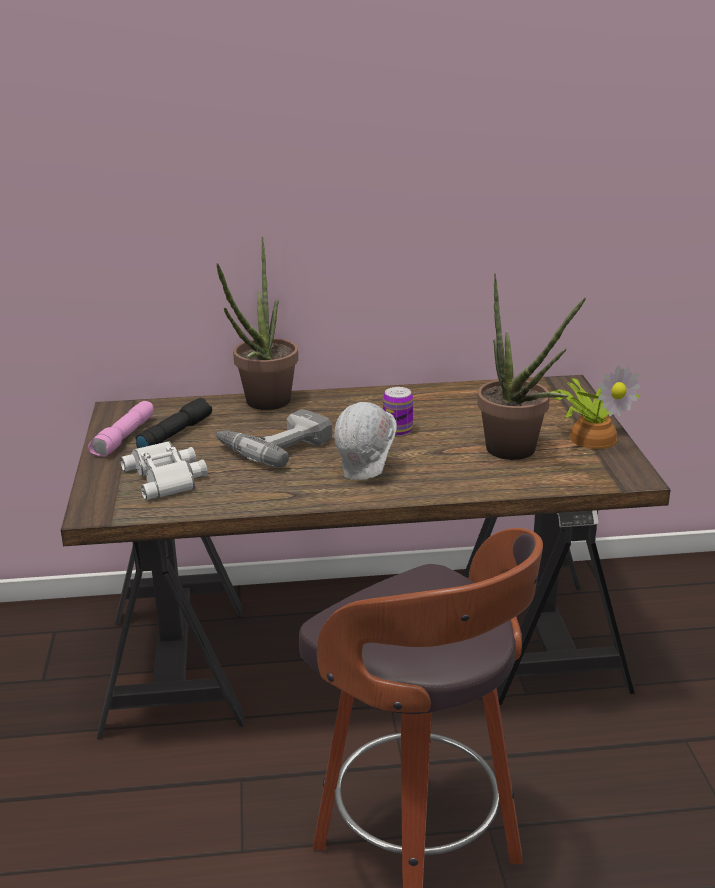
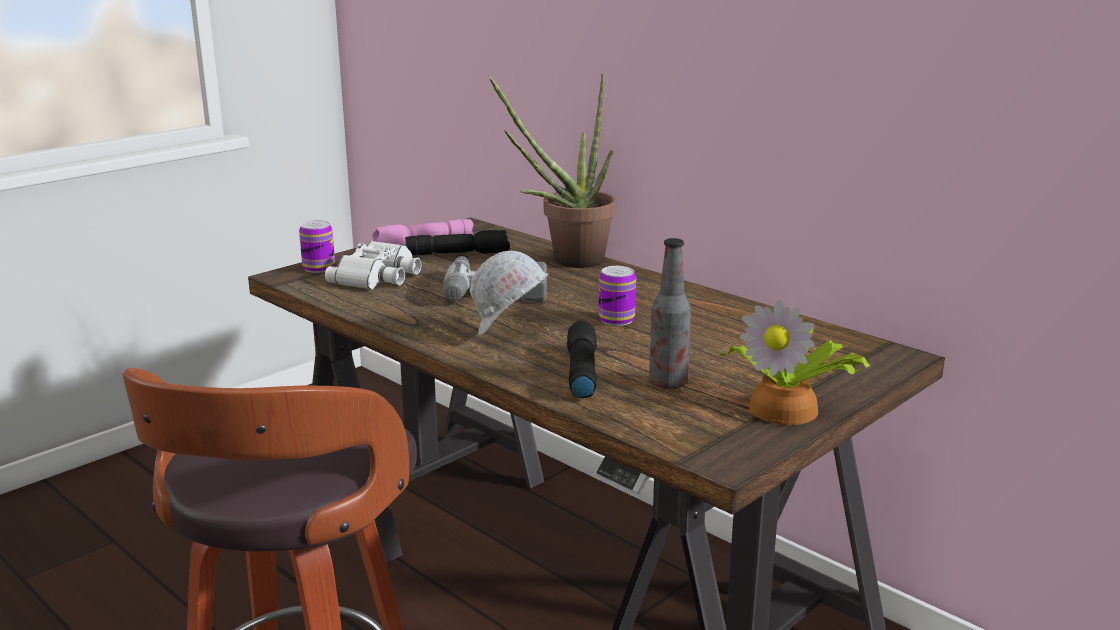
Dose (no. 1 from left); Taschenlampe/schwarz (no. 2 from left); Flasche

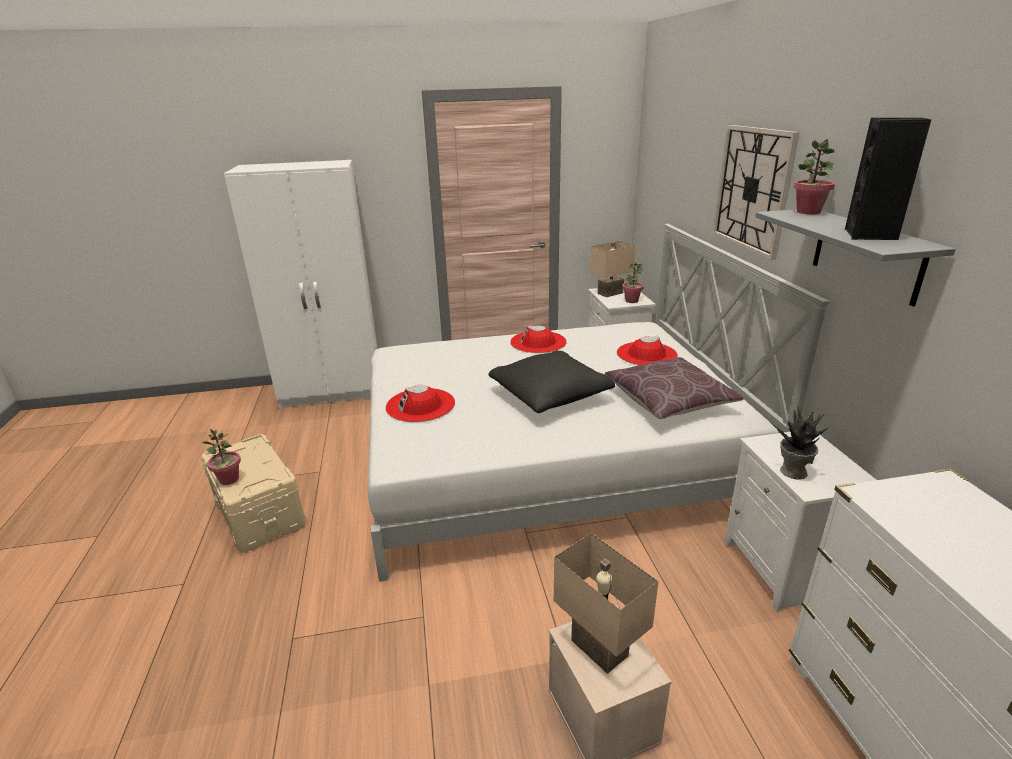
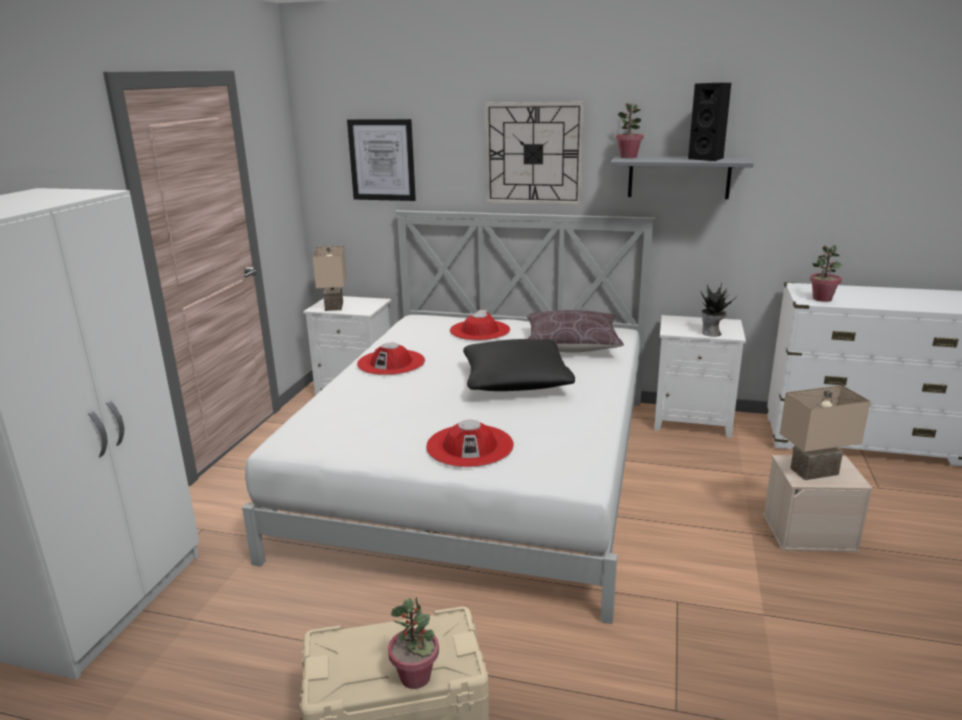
Bild; Topfpflanze (no. 4 from left)

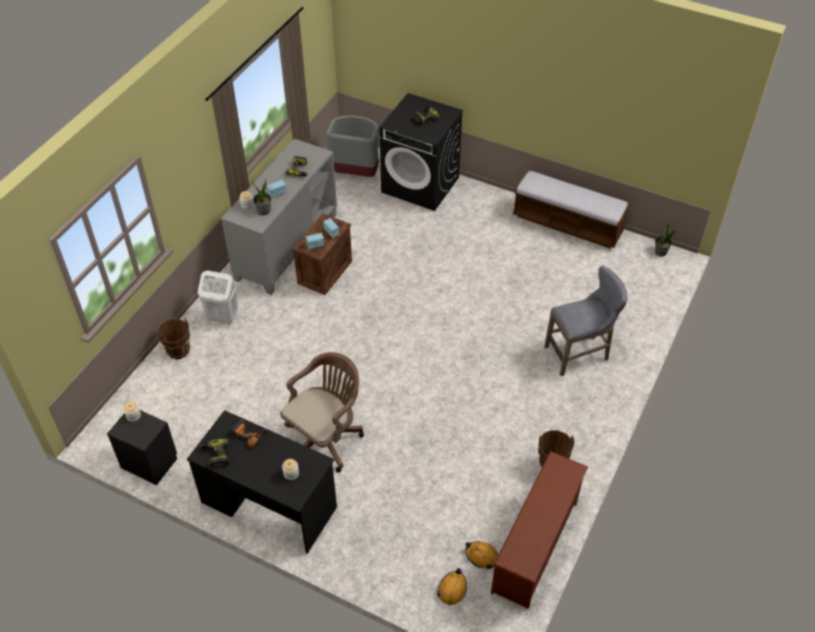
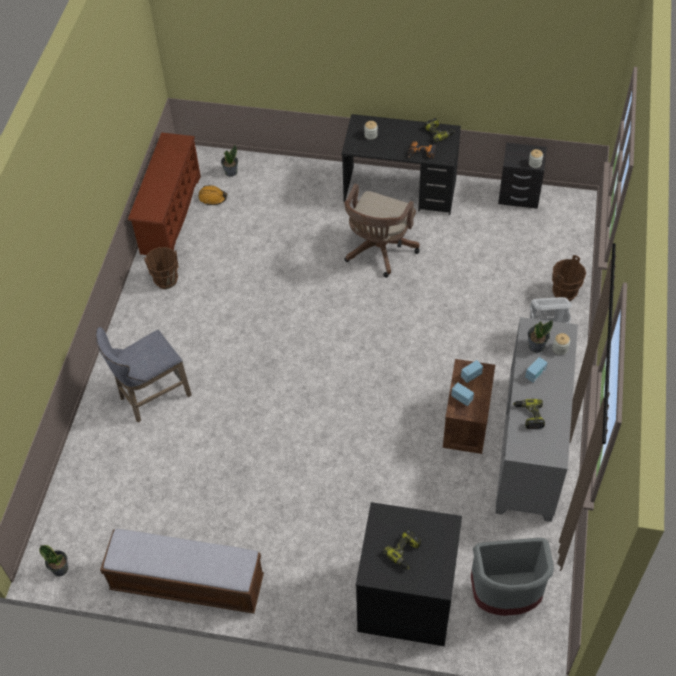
Topfpflanze (no. 2 from left)

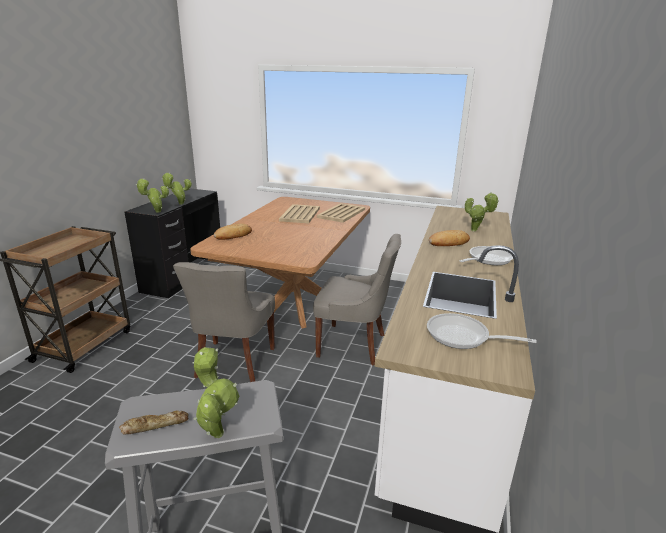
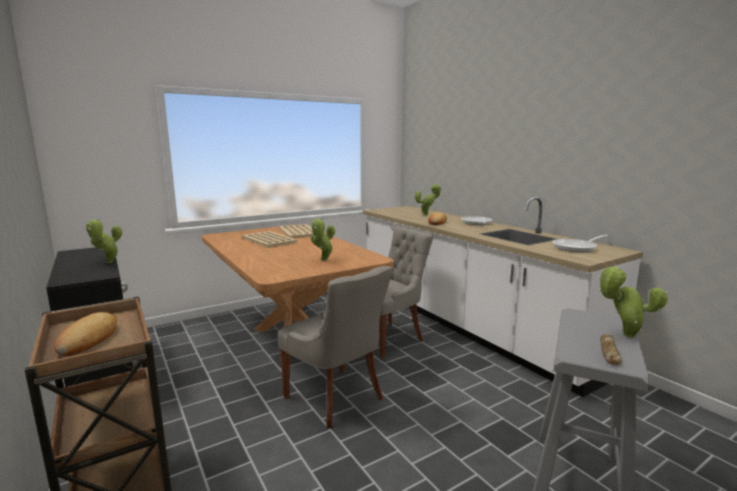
Brot (no. 1 from left); Topfpflanze (no. 2 from left)

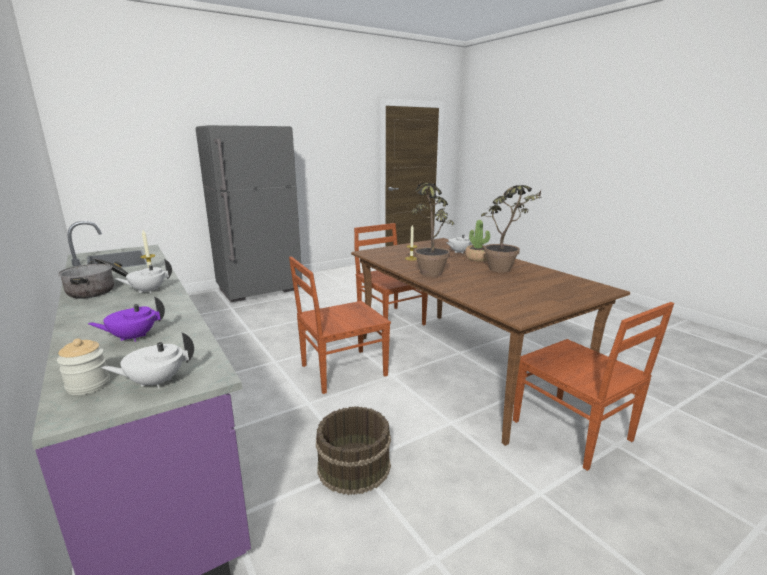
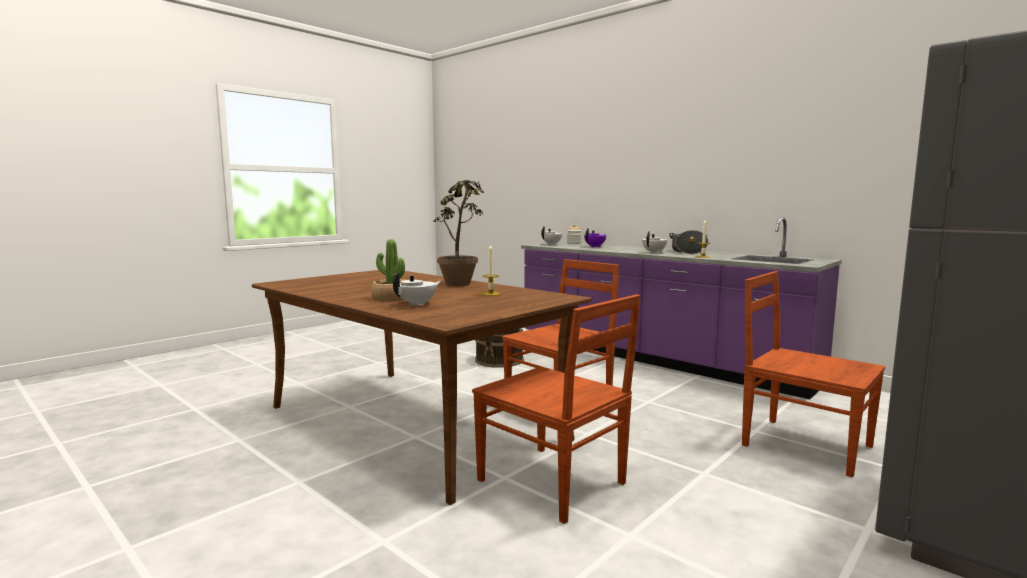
Stuhl/braun (no. 3 from left); Topfpflanze (no. 3 from left in the first image)

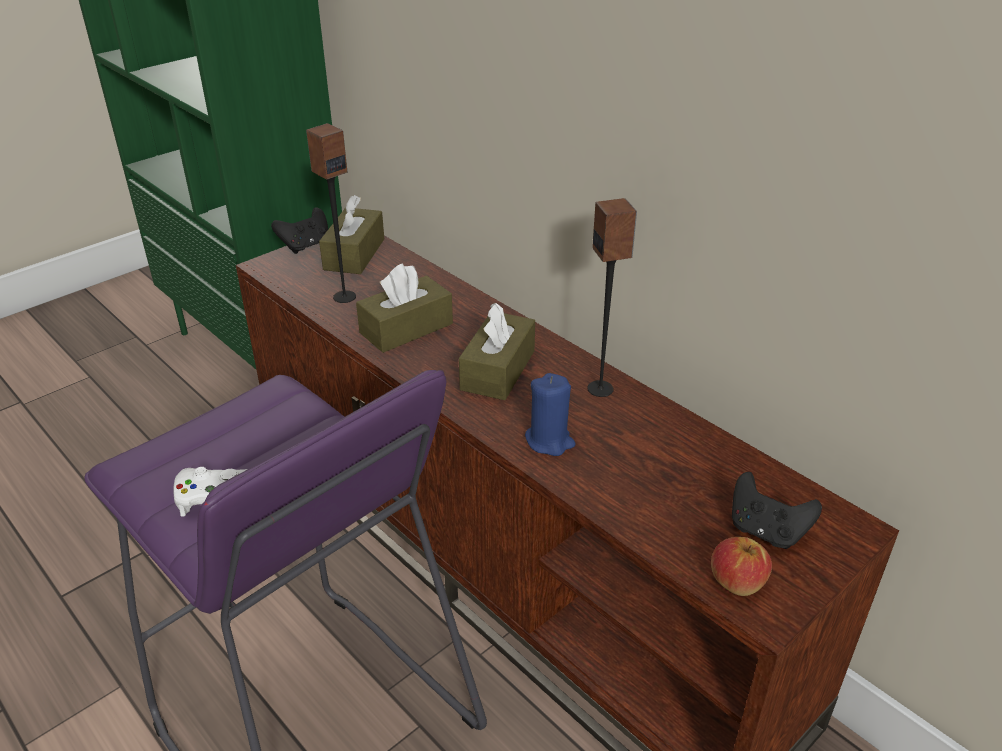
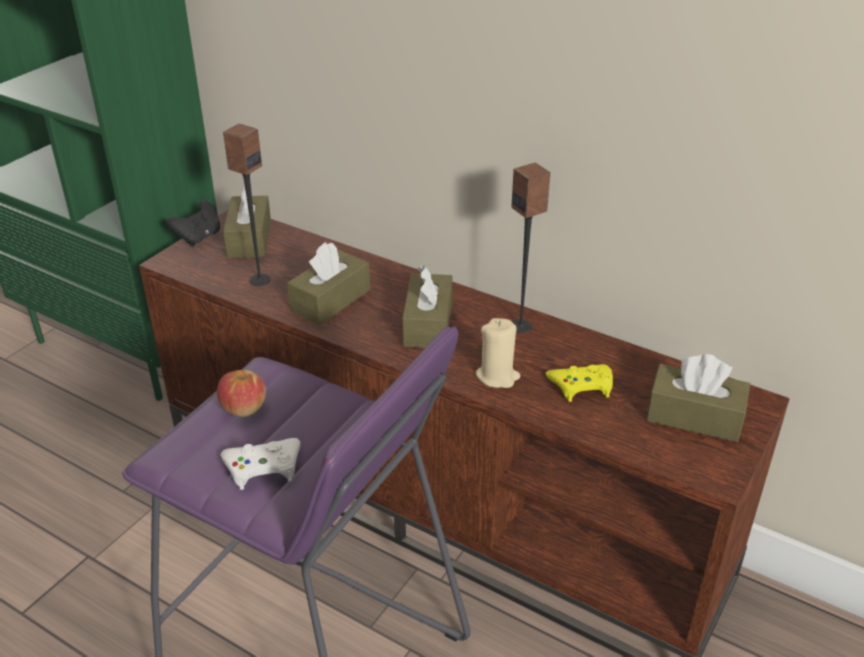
Apfel; Kerze/beige; Gamepad/gelb; Taschentuchbox/braun (no. 4 from left)

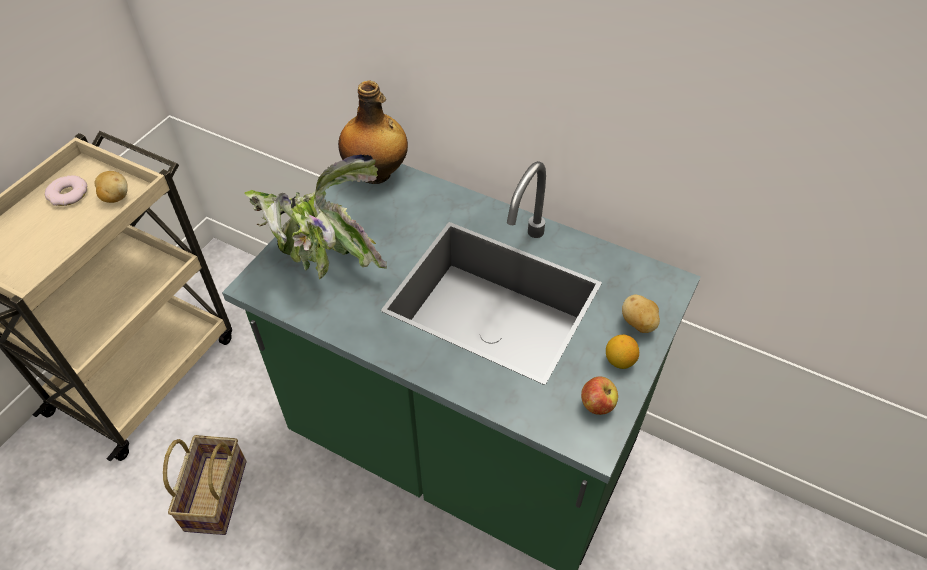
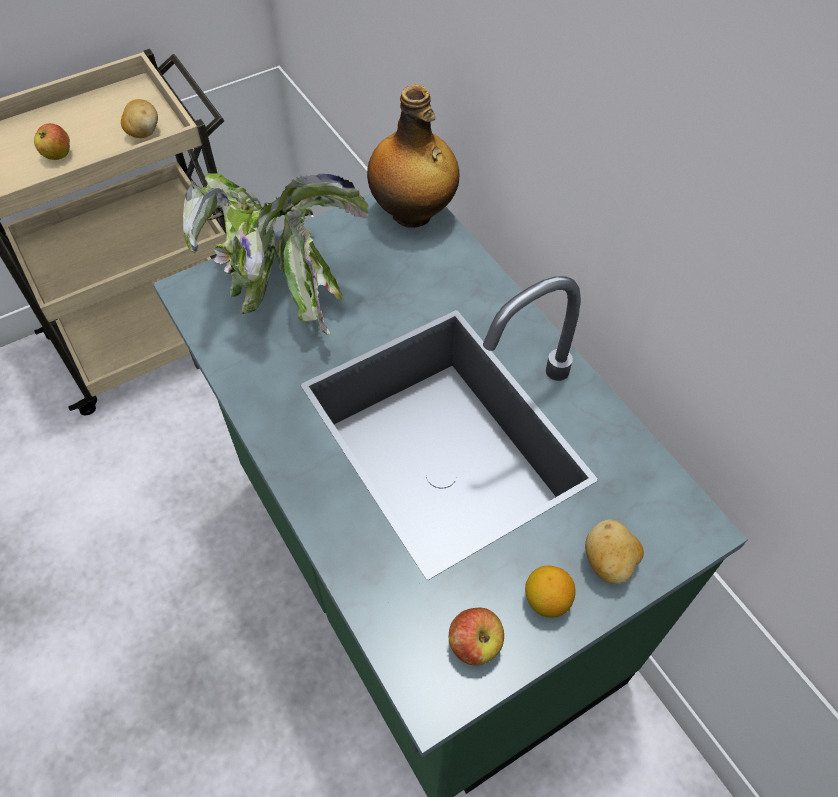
Apfel (no. 1 from left); Donut; Korb

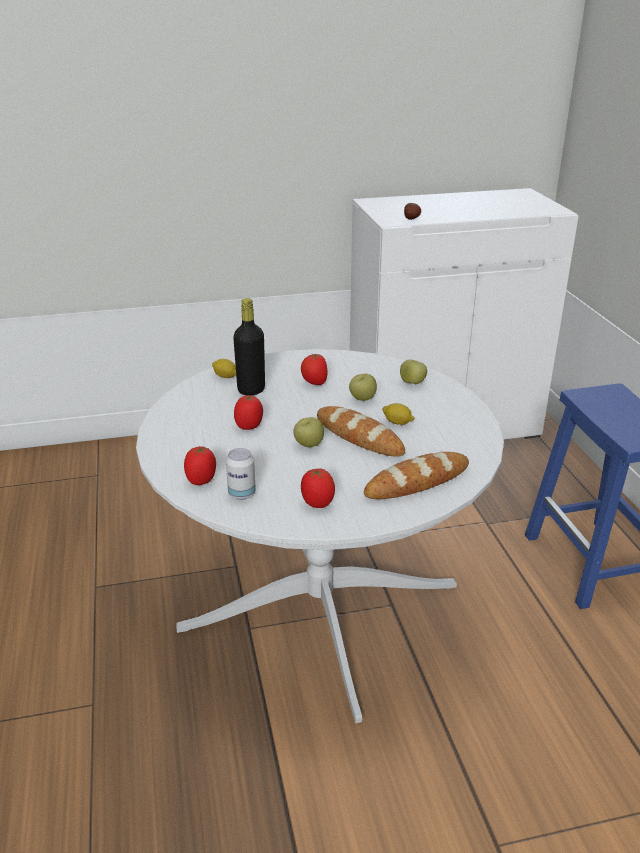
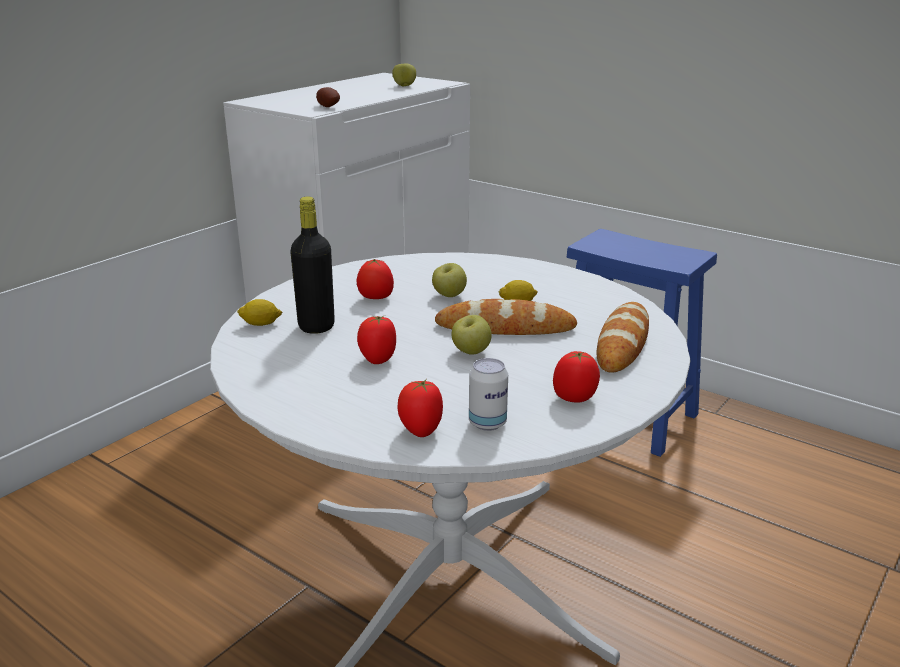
Apfel (no. 1 from left)

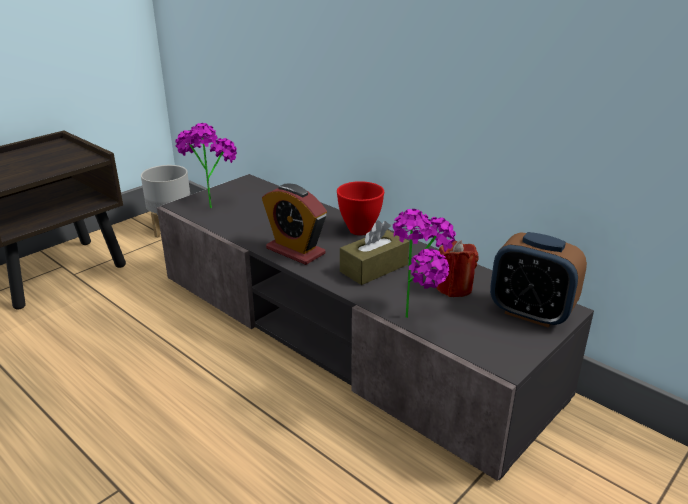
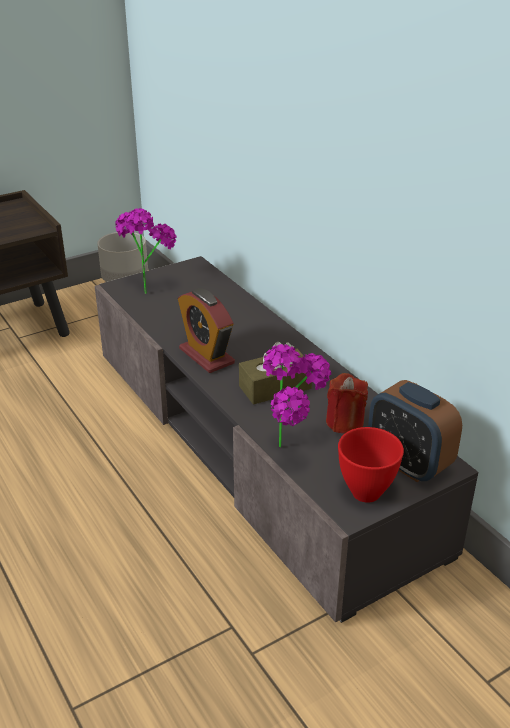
Schüssel/rot

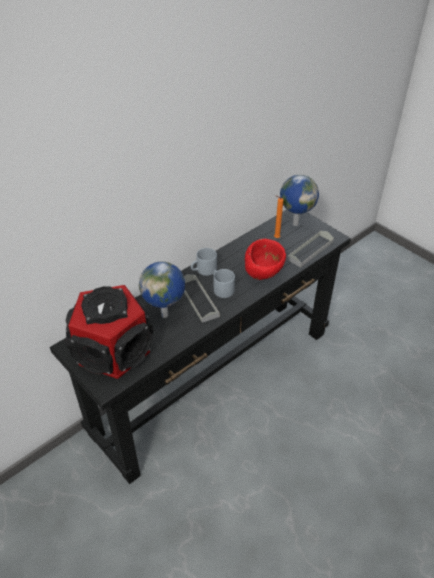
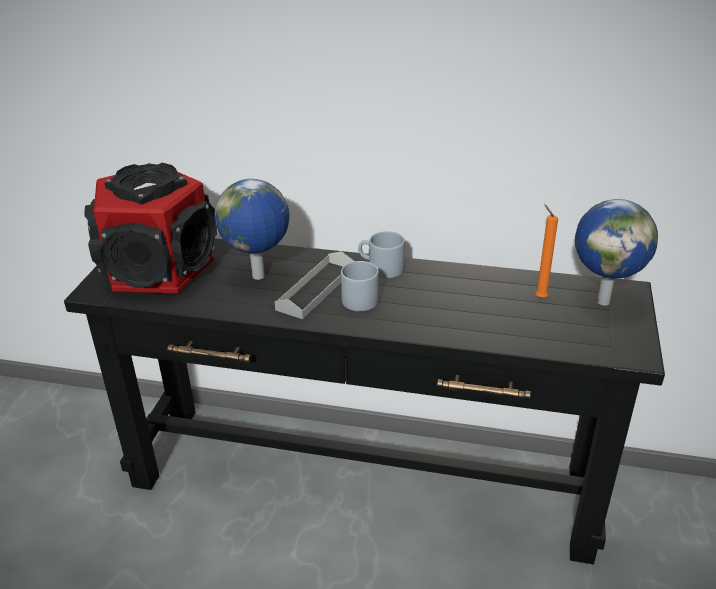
Schüssel/rot; Tablett/grau (no. 2 from left in the first image)

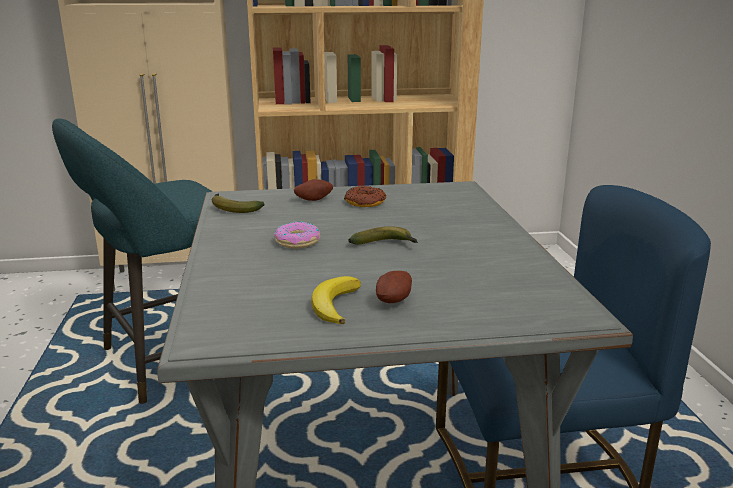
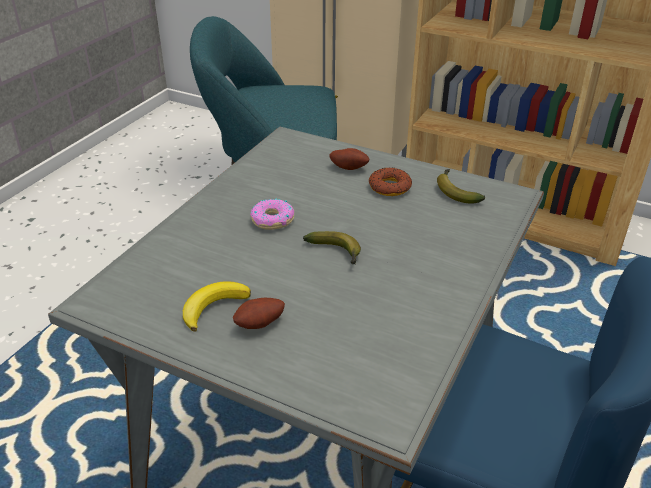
Banane (no. 3 from left)

